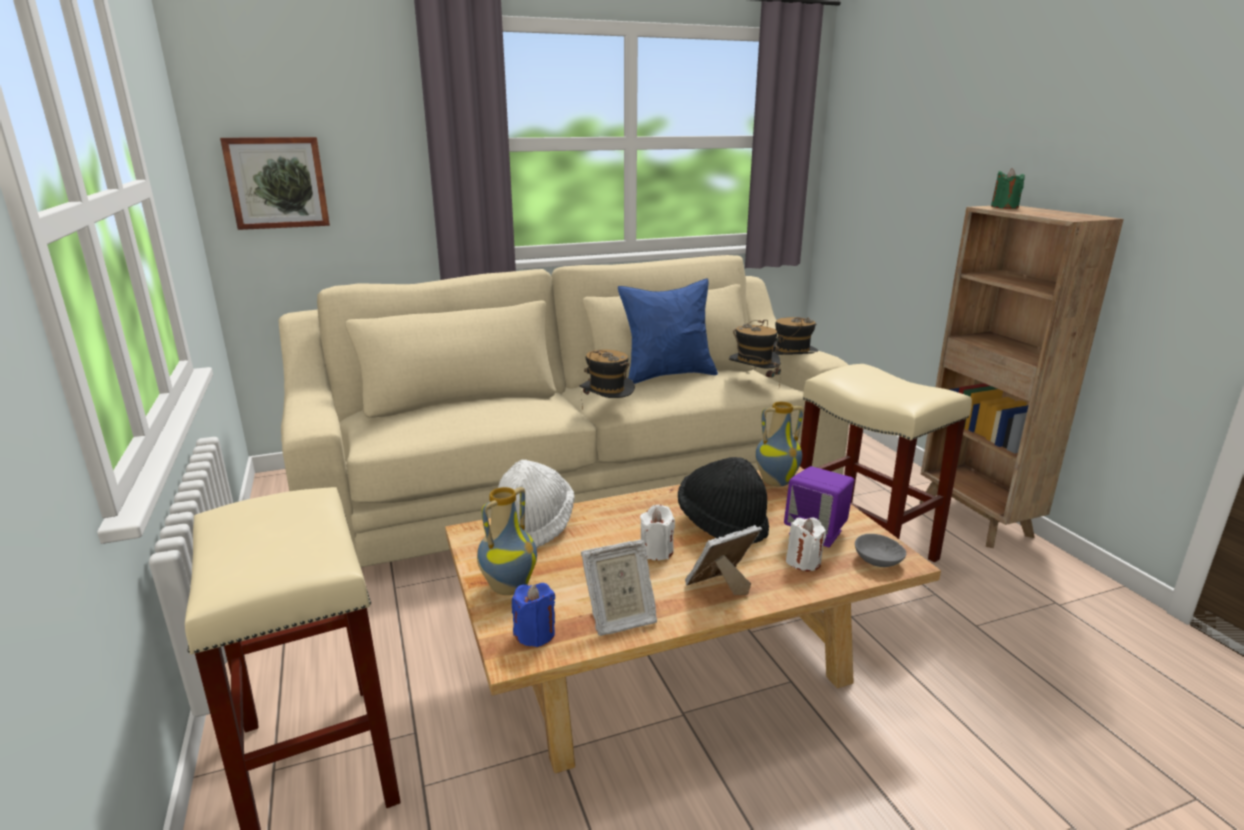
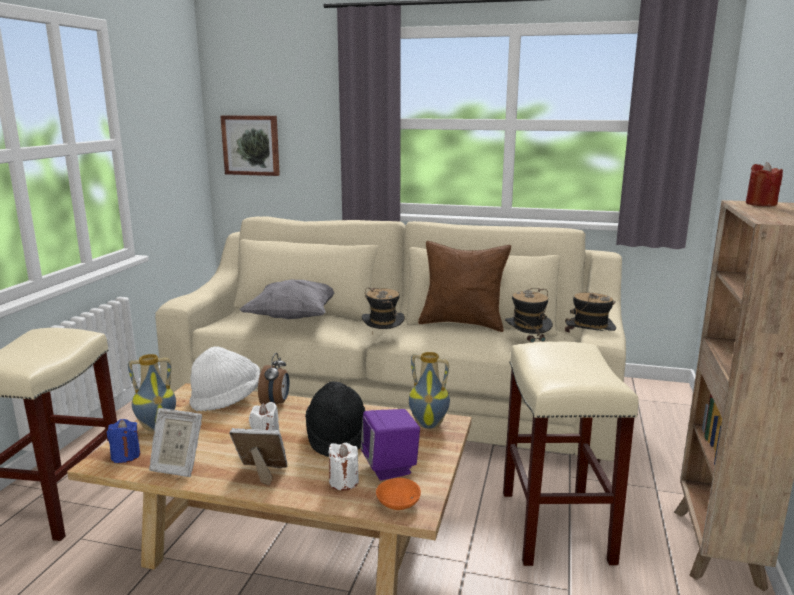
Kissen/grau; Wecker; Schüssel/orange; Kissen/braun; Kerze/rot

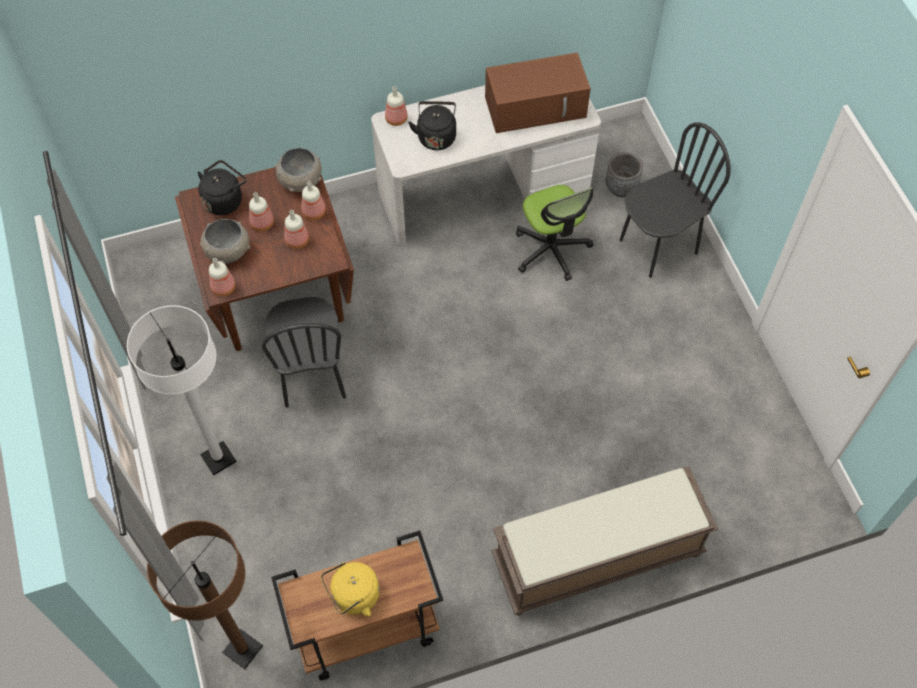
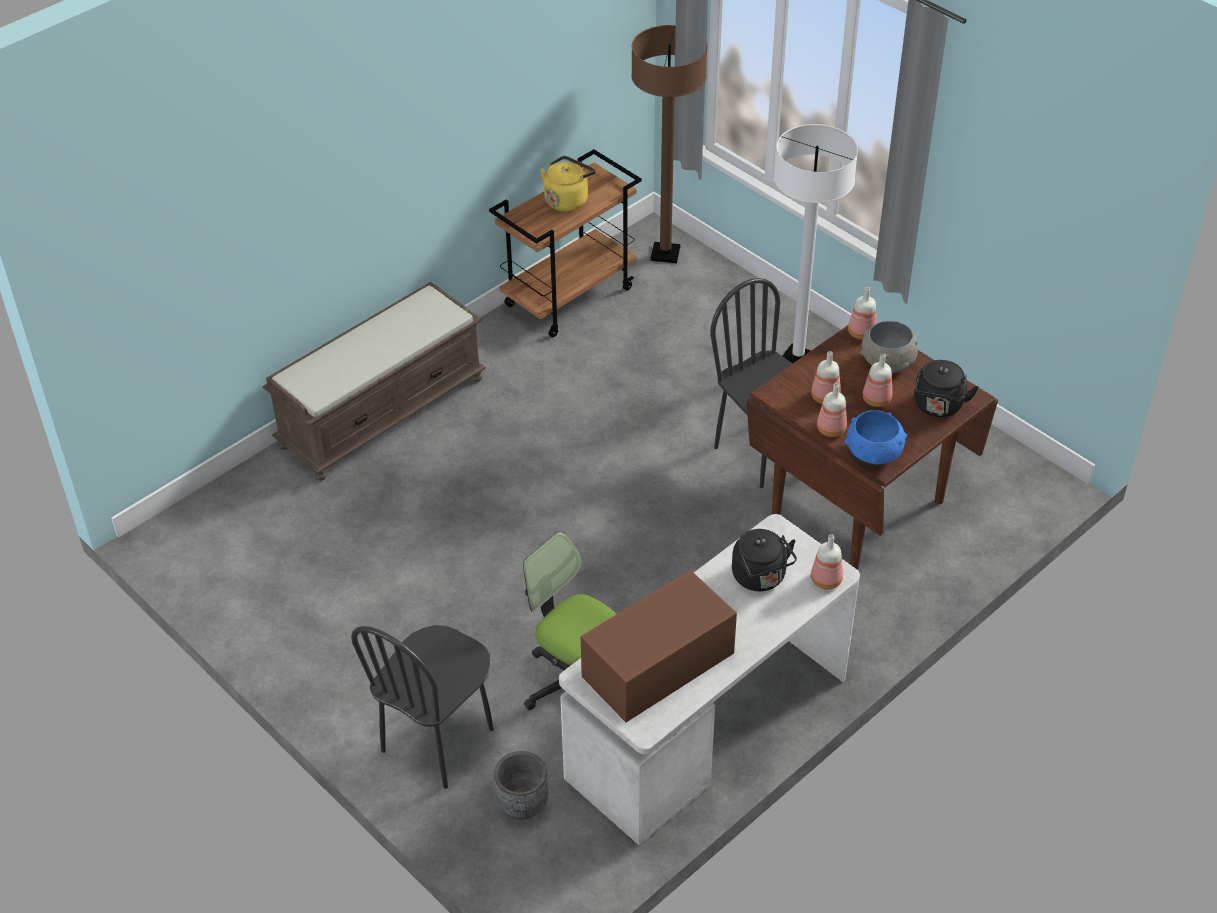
Schüssel/blau

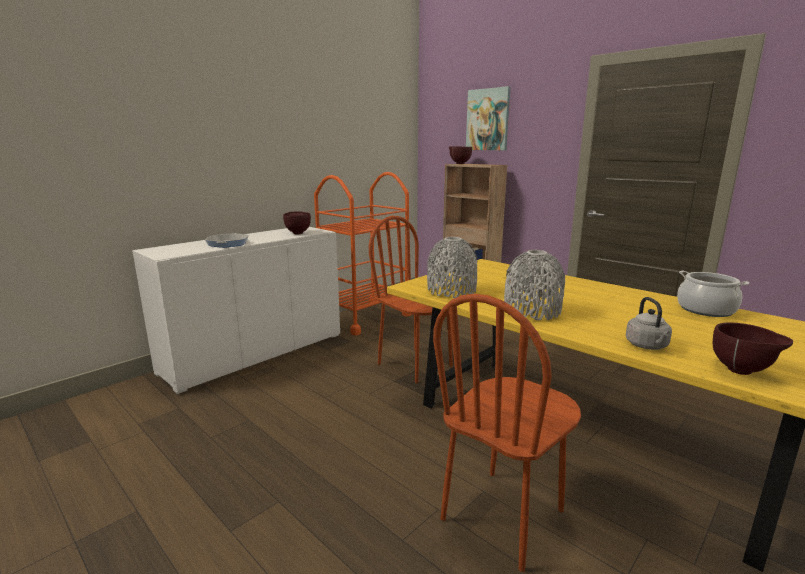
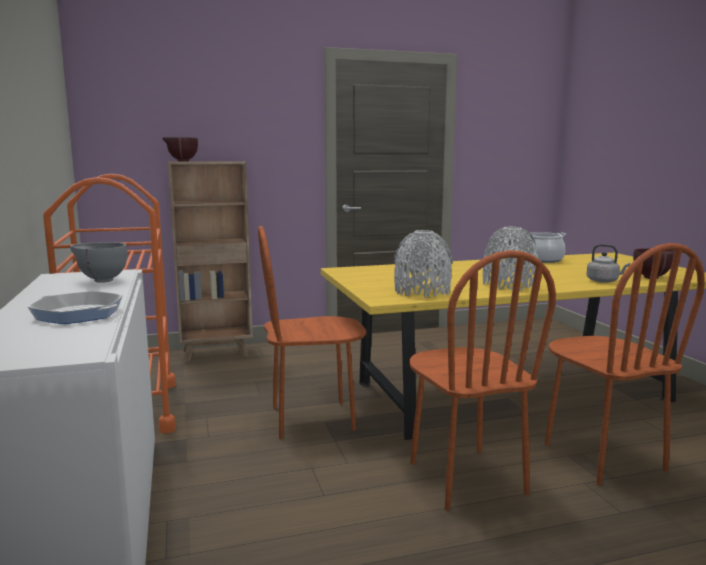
Schüssel/grau; Stuhl/braun (no. 2 from left); Bild

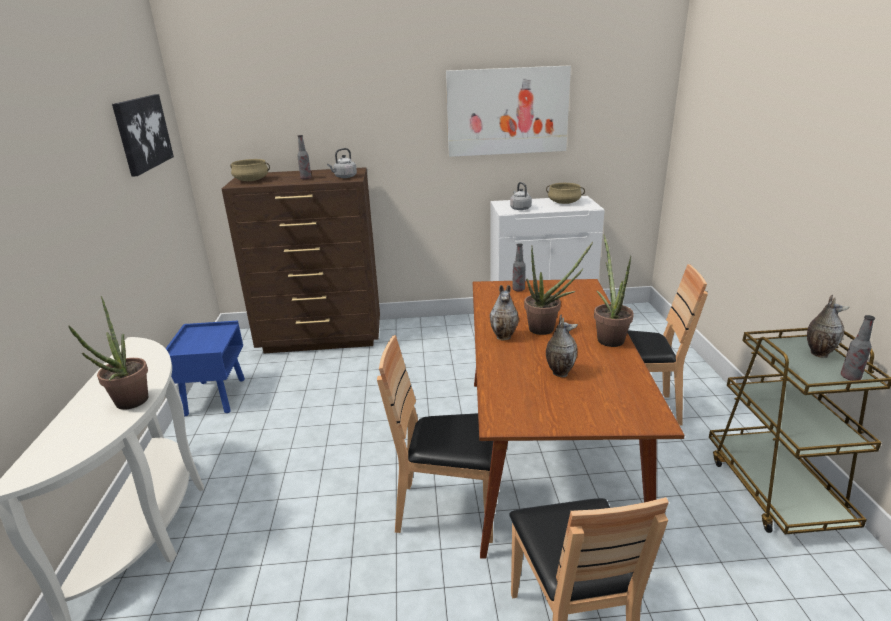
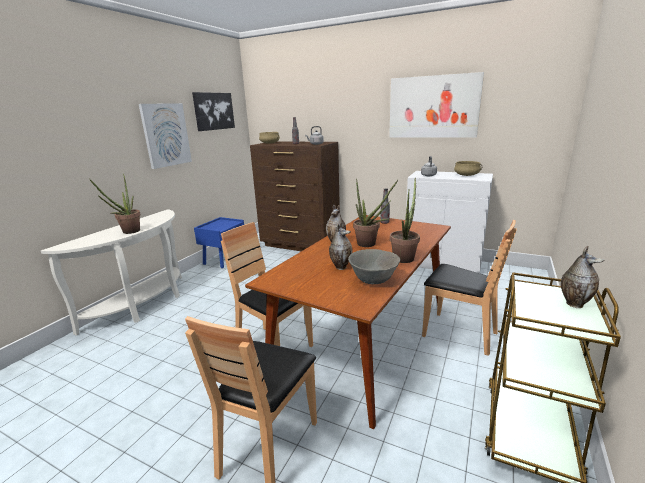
Bild (no. 1 from left); Schüssel/grau; Flasche (no. 3 from left in the first image)

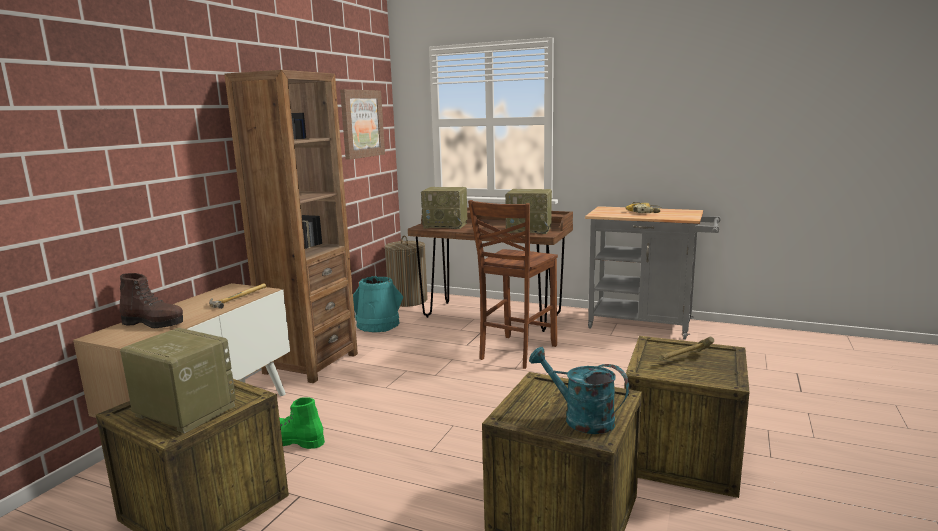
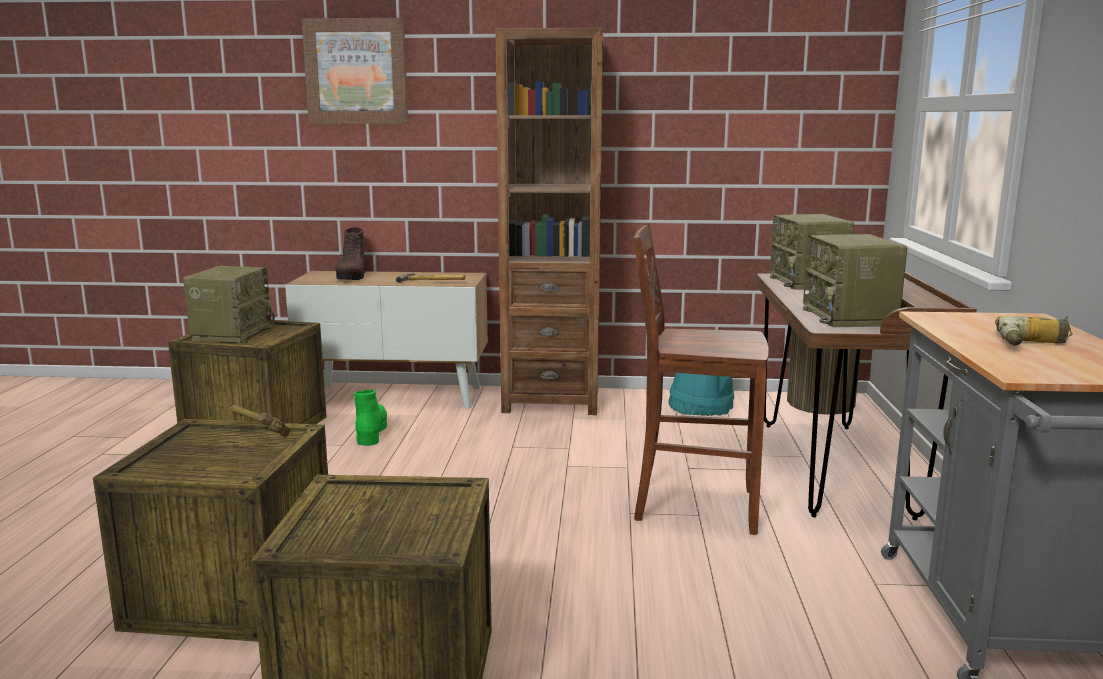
Hammer (no. 1 from left); Bild; Gießkanne/türkis

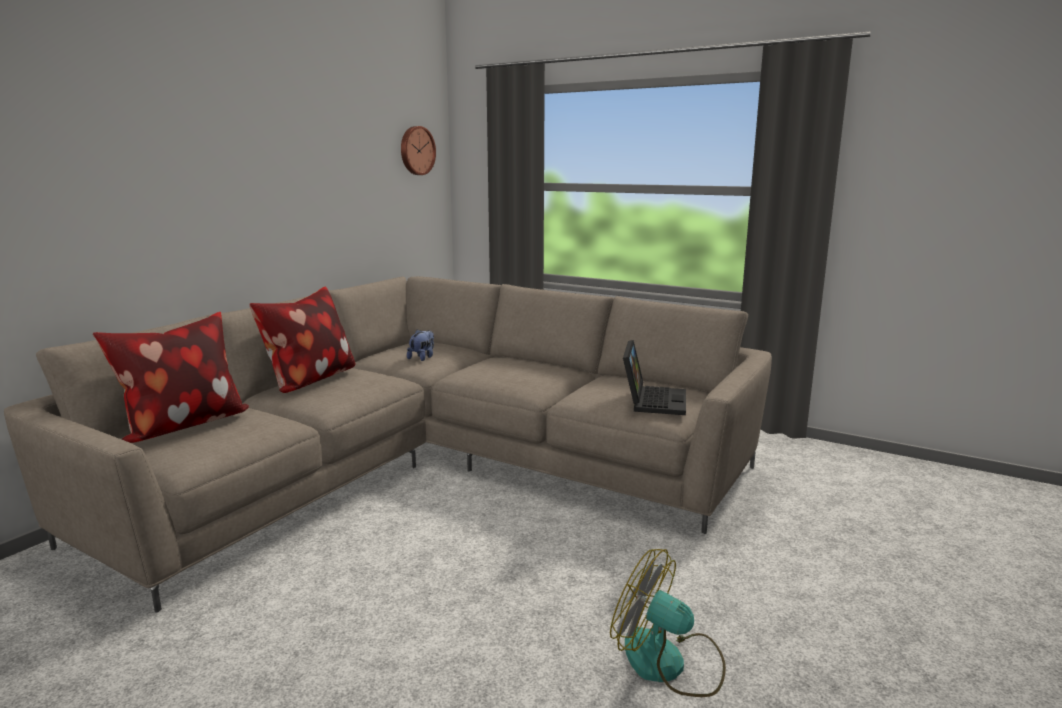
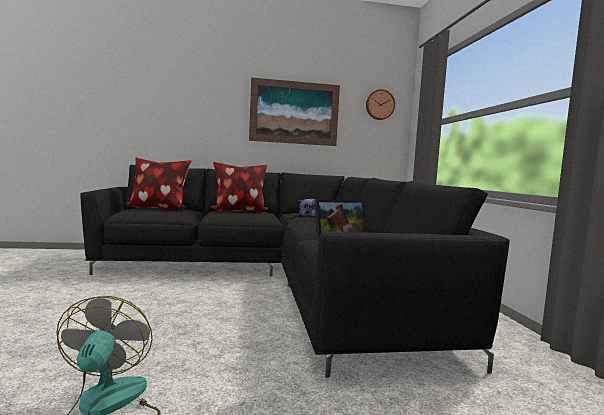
Sofa/schwarz; Bild

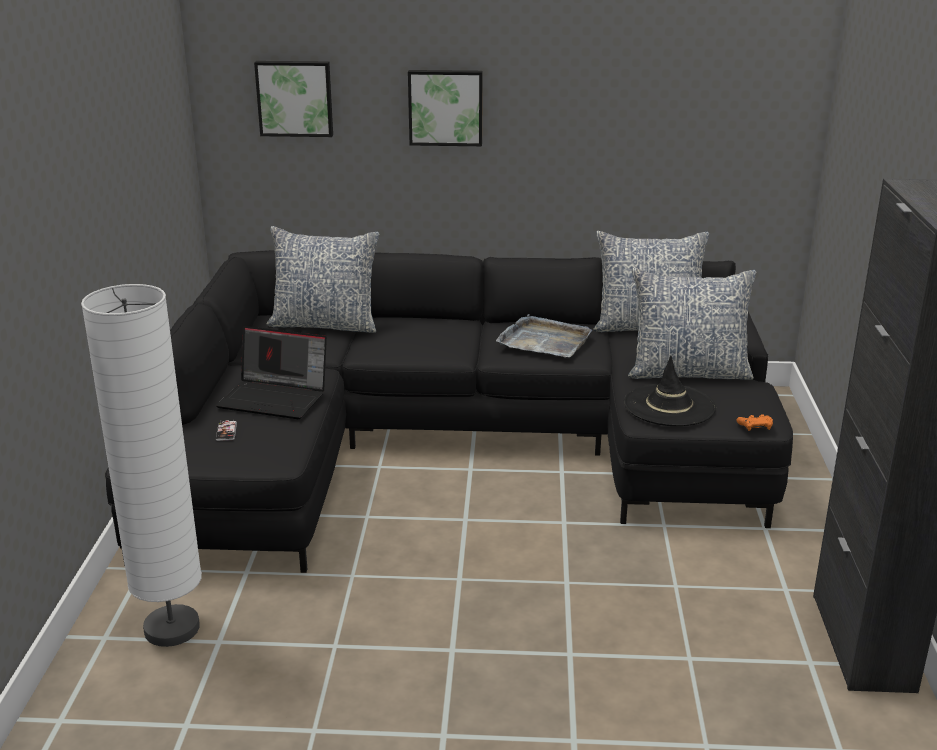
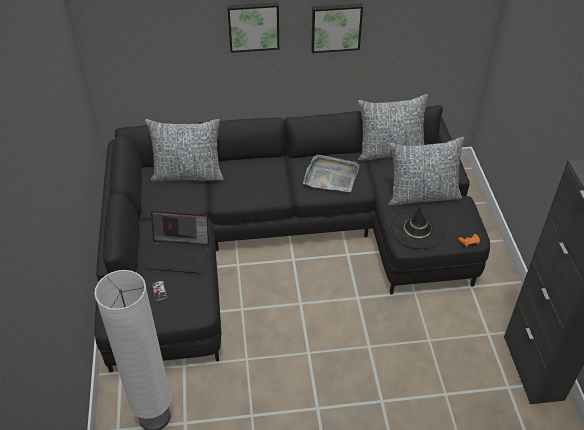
Bild (no. 2 from left)

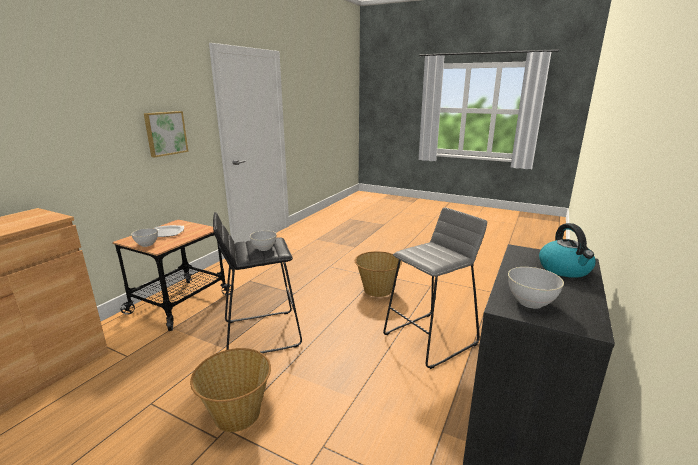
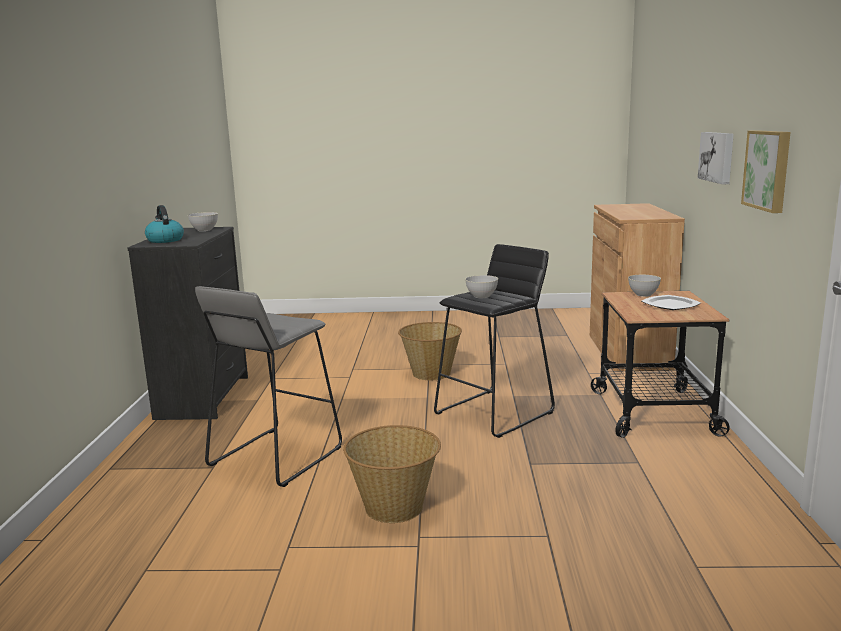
Bild (no. 1 from left)

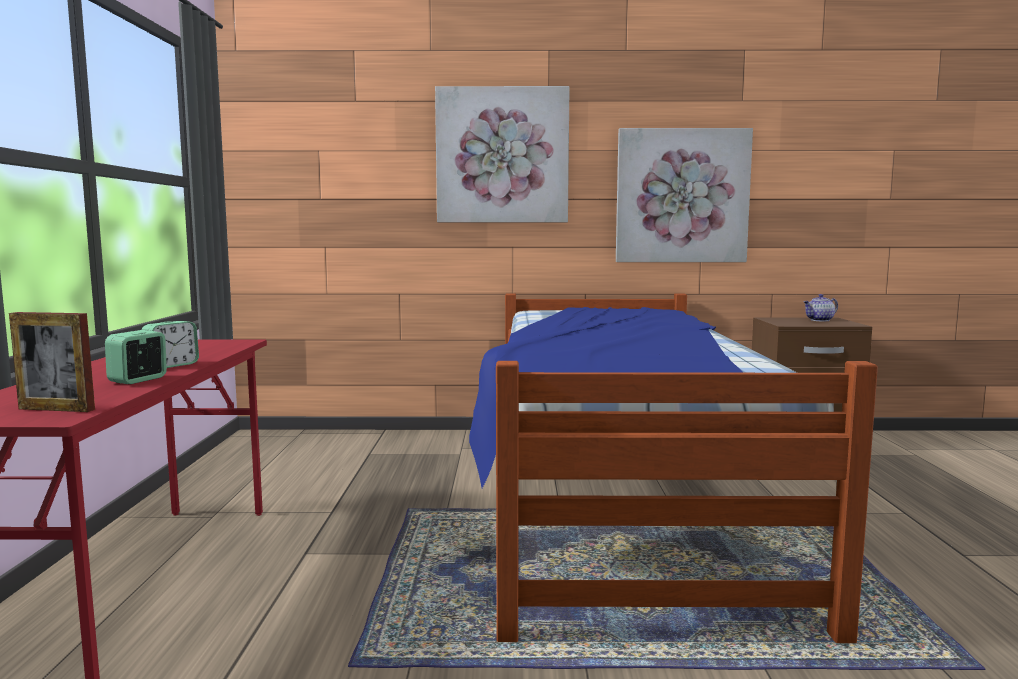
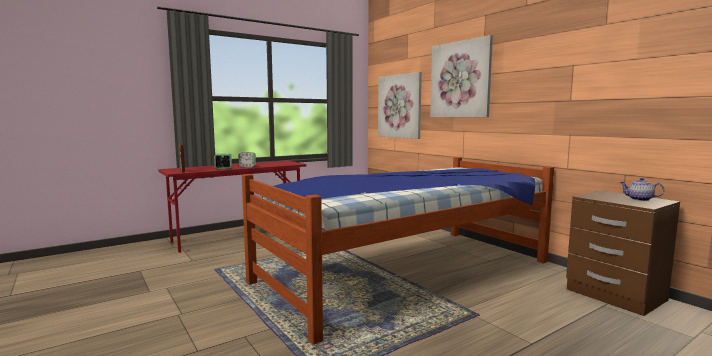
Bild (no. 1 from left)

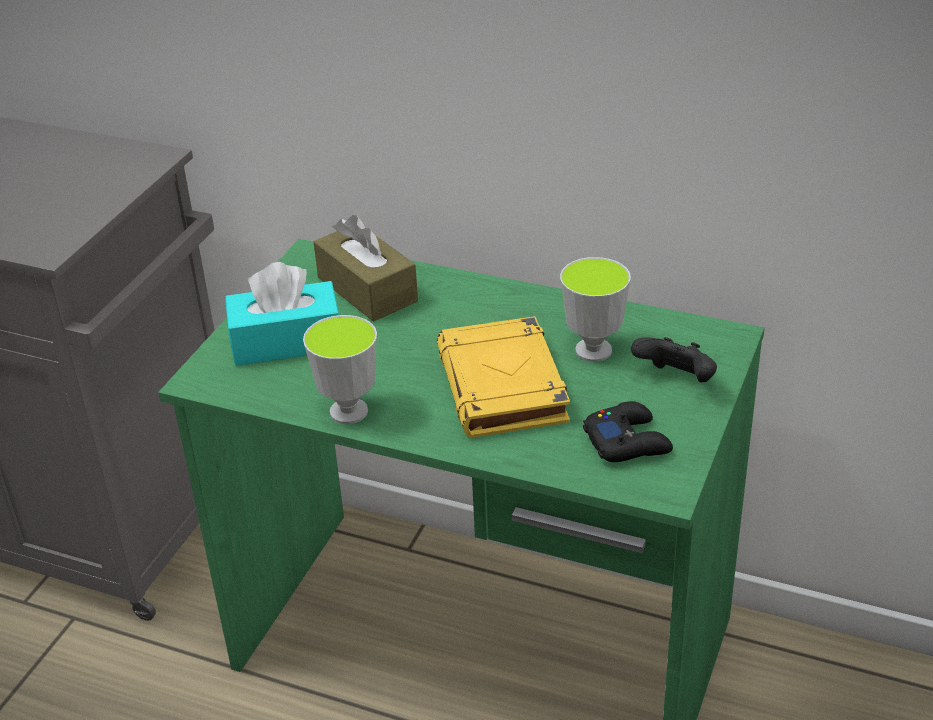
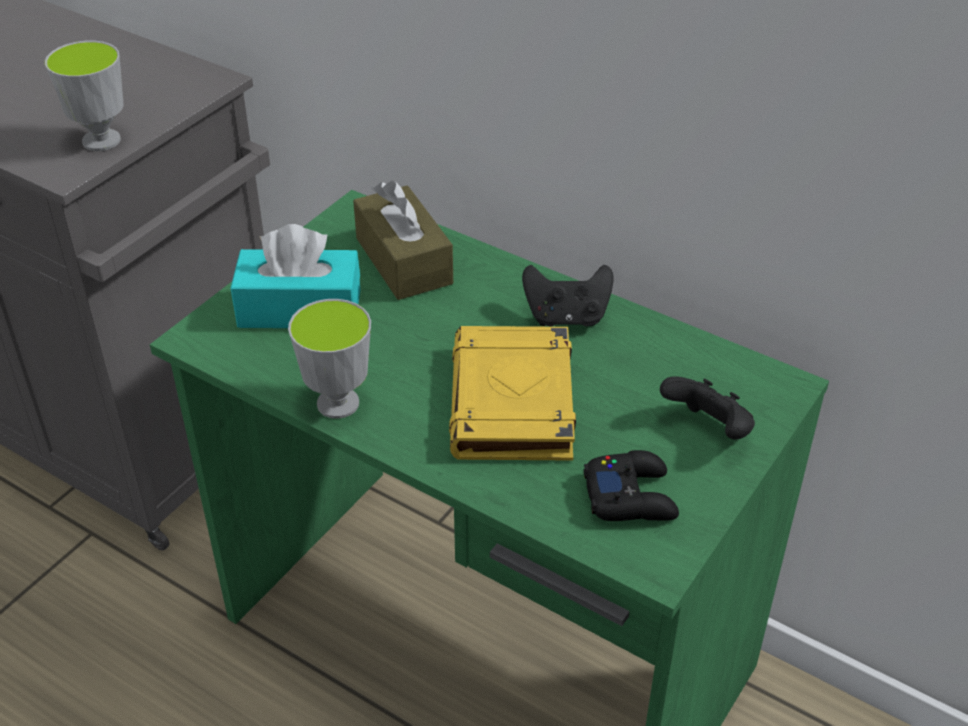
Tasse (no. 1 from left); Gamepad/schwarz (no. 1 from left)

